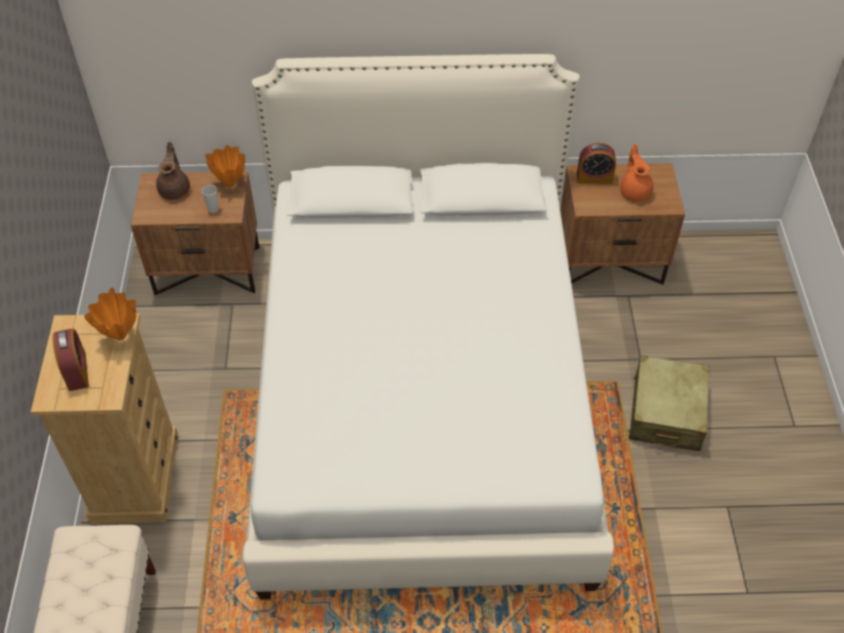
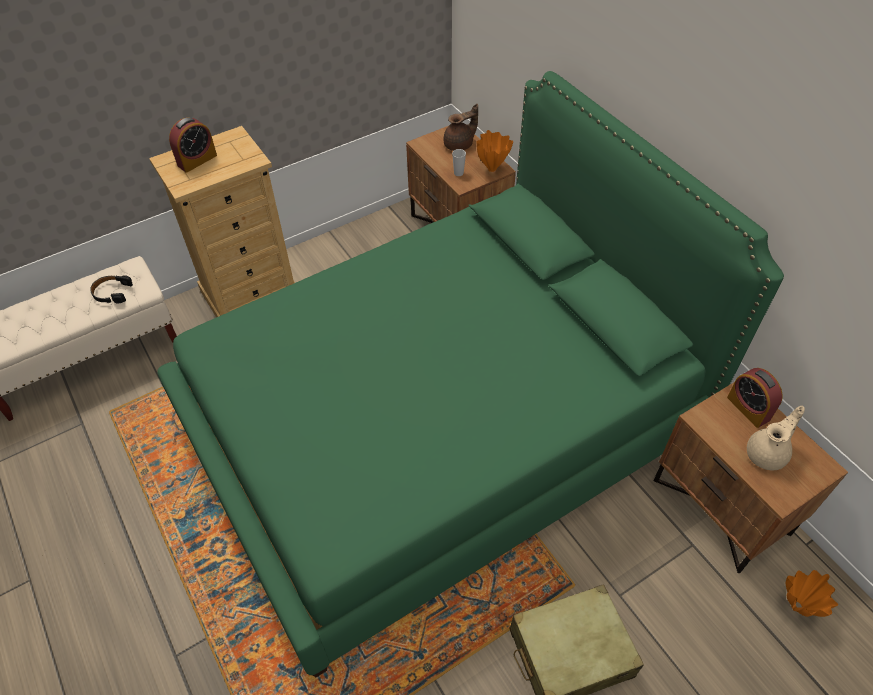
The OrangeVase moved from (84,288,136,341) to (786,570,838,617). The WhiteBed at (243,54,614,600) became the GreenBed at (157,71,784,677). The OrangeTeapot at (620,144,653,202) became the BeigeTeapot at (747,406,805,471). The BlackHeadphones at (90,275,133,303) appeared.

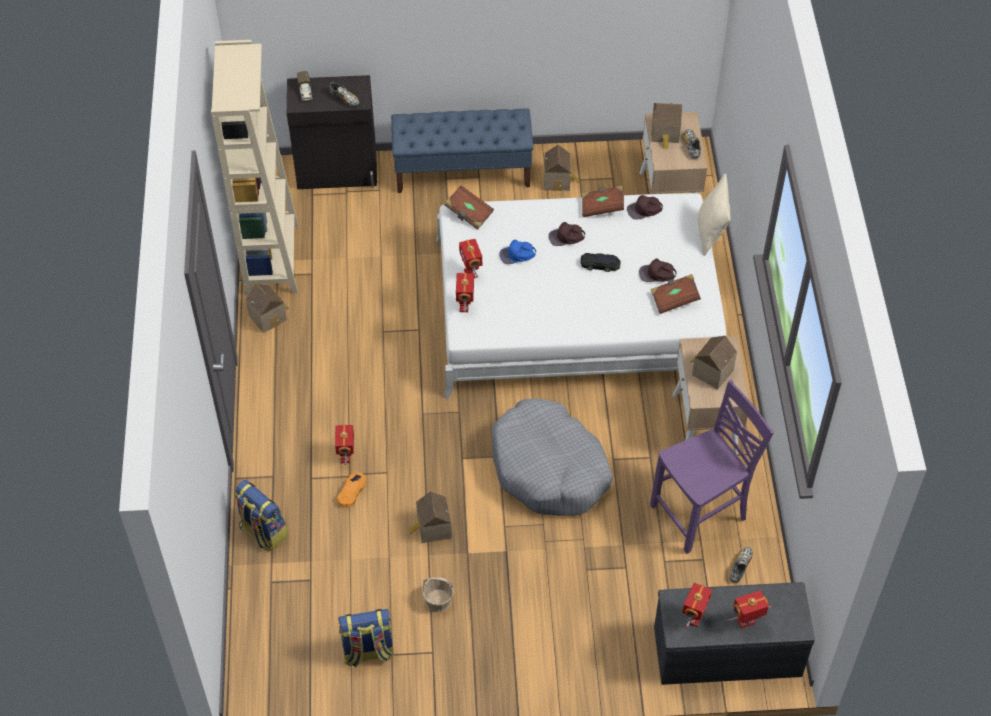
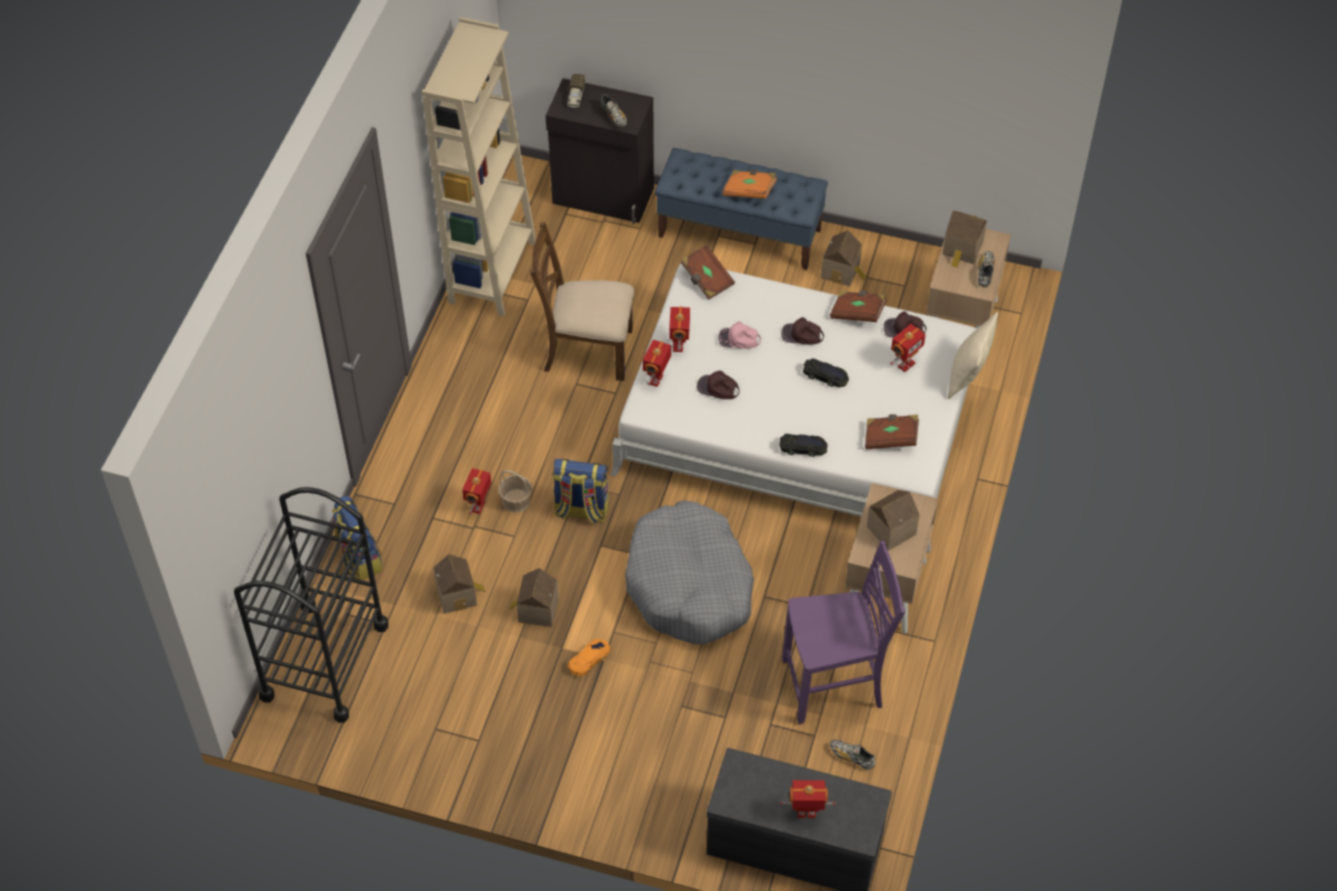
The ToyHouse moved from (246,283,289,333) to (433,554,485,614). The OrangeToyCar moved from (337,472,367,508) to (568,639,610,677). The Backpack moved from (338,609,395,667) to (553,459,609,524). The Basket moved from (422,577,454,612) to (498,470,532,513). The BlueCap at (499,240,536,264) became the PinkCap at (718,321,761,349). The BrownCap moved from (639,259,677,282) to (697,370,739,399). The ToyRobot moved from (682,583,712,628) to (890,324,926,372). The Shoe at (729,547,753,583) turned 105 degrees counterclockwise. The BlackCart at (234,487,388,723) appeared. The BrownChair at (530,222,634,381) appeared. The OrangeBook at (722,170,777,199) appeared. The BlackToyCar at (780,434,828,457) appeared.

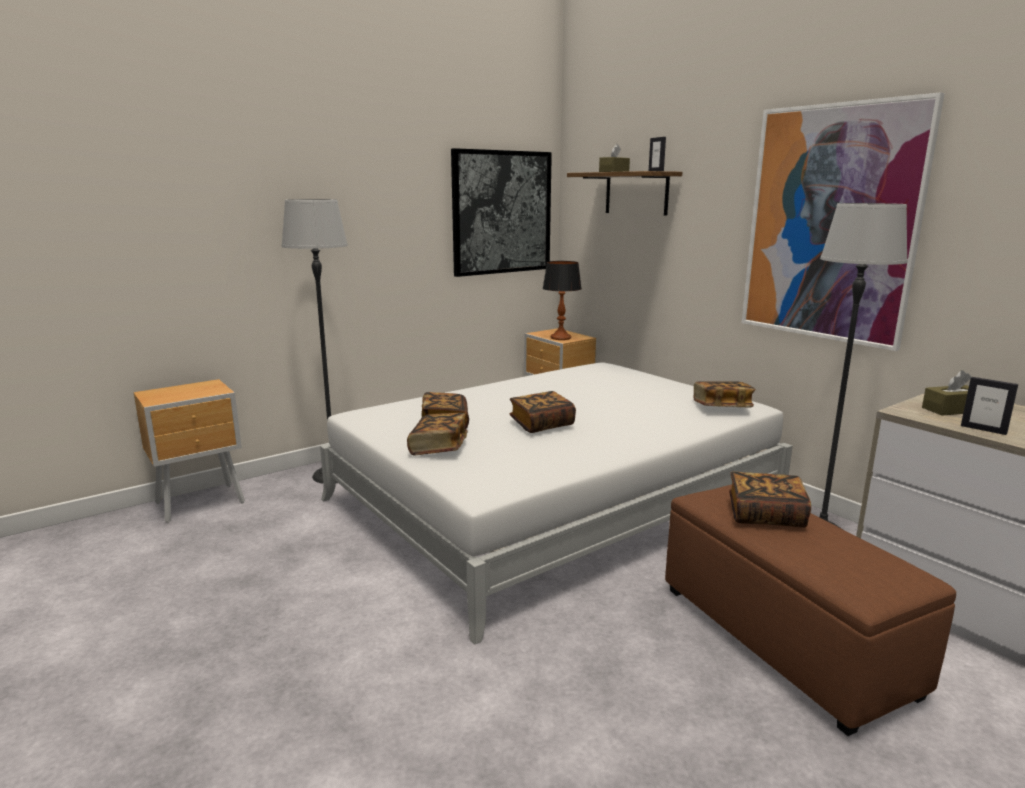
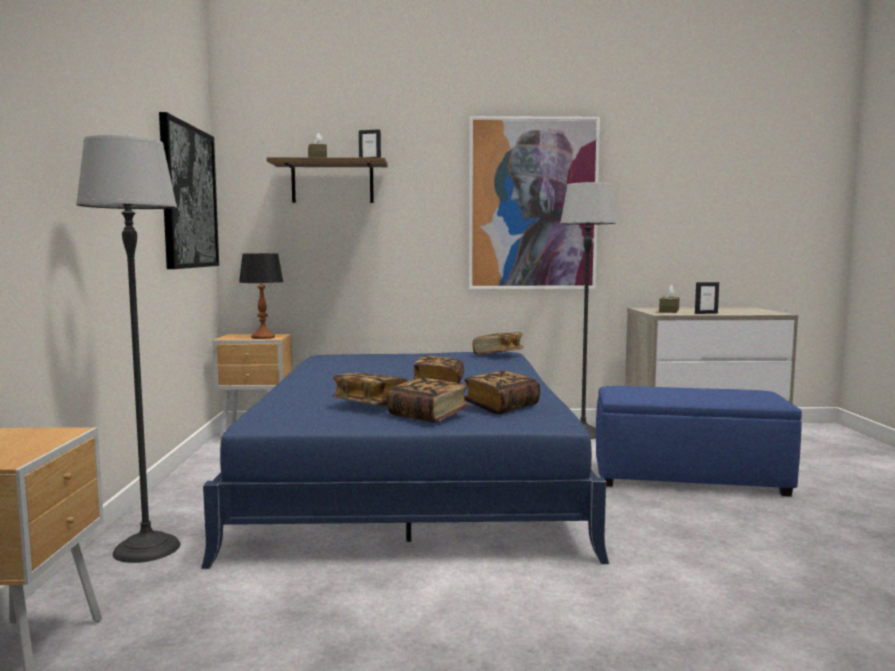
The WhiteBed at (320,362,793,645) became the BlueBed at (201,352,609,569). The BrownOttoman at (665,485,956,736) became the BlueOttoman at (596,386,802,496). The Book moved from (729,472,811,528) to (464,371,540,414).

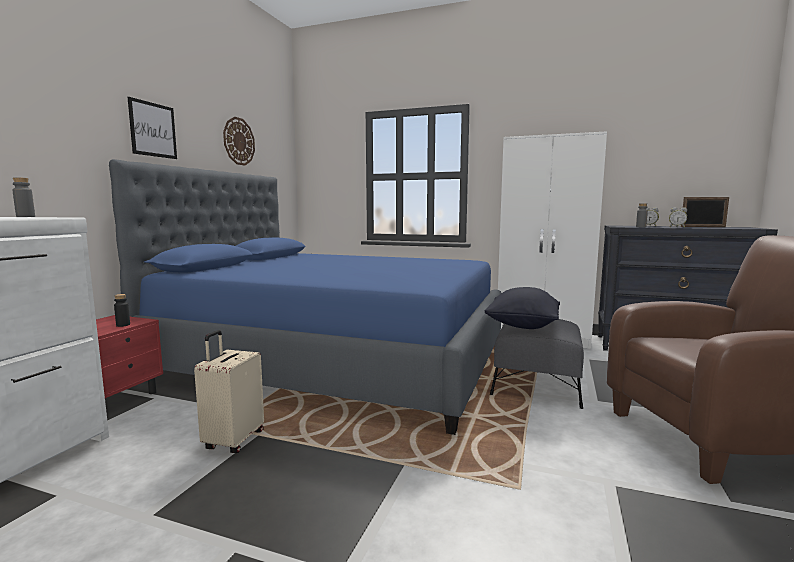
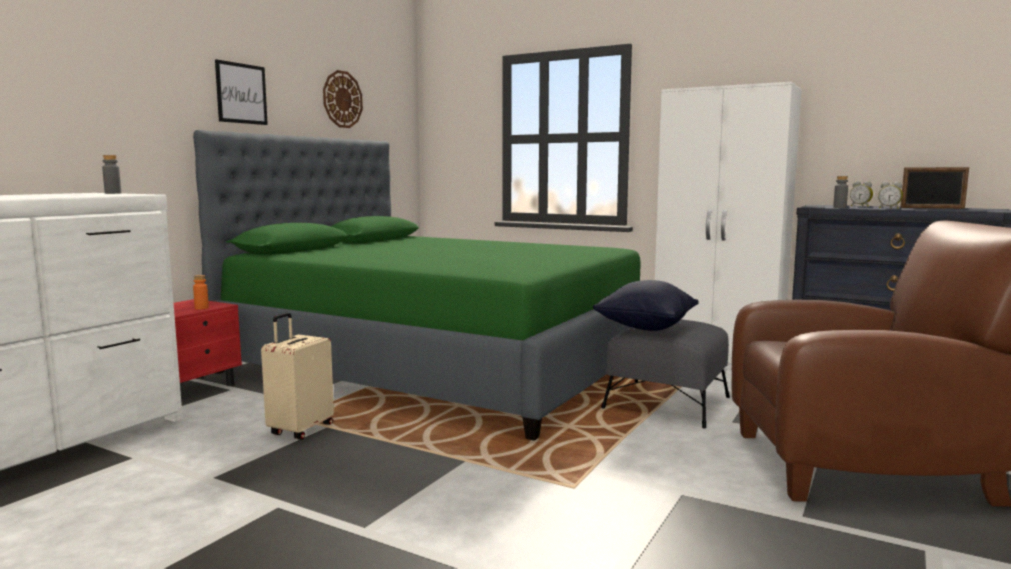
The BlueBed at (109,159,501,435) became the GreenBed at (193,130,641,441). The BlackBottle at (114,294,130,327) became the OrangeBottle at (193,275,209,310).

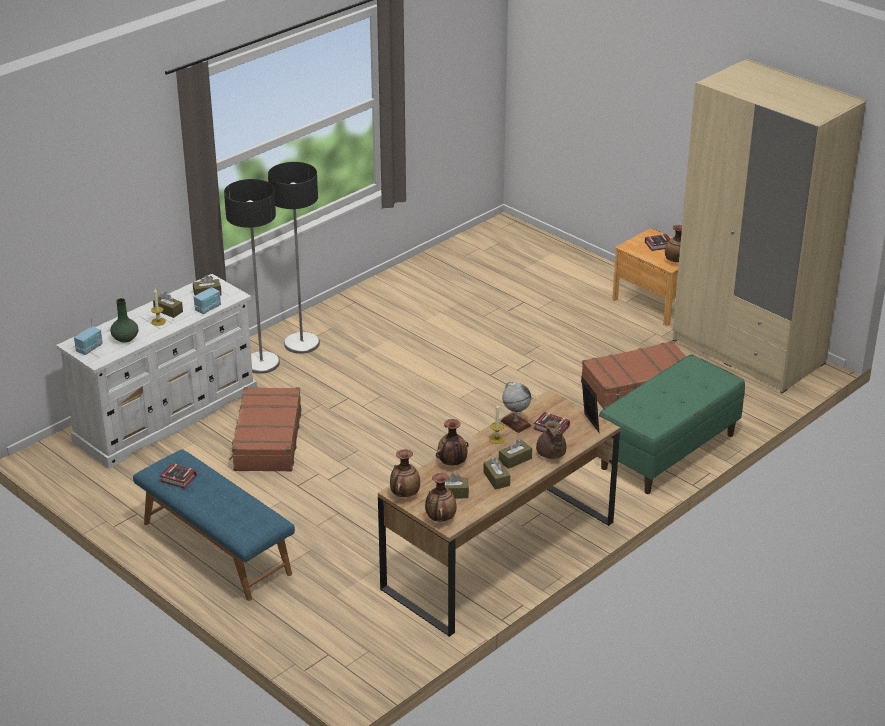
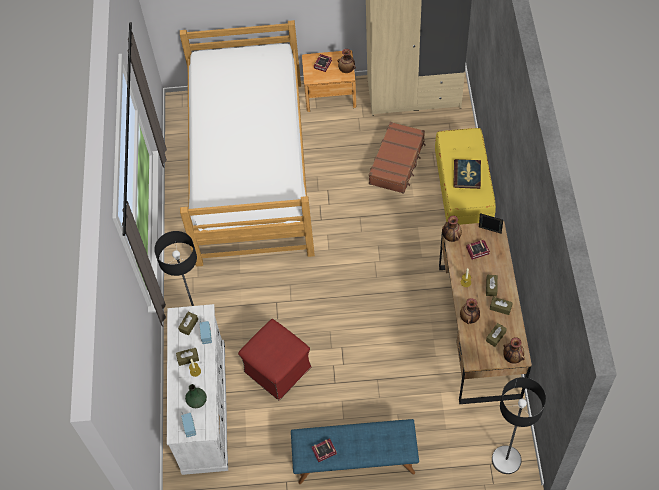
The BrownSuitcase at (229,387,301,472) was replaced by the RedOttoman at (238,319,311,400). The FloorLamp moved from (268,162,320,354) to (492,377,546,474). The Vase moved from (390,450,420,497) to (442,216,462,242). The Globe at (501,381,532,433) disappeared. The BrownTeapot at (536,421,566,459) disappeared. The GreenBench at (599,355,745,494) became the YellowBench at (435,128,496,225). The Bed at (180,20,315,267) appeared. The Book at (453,159,481,189) appeared.

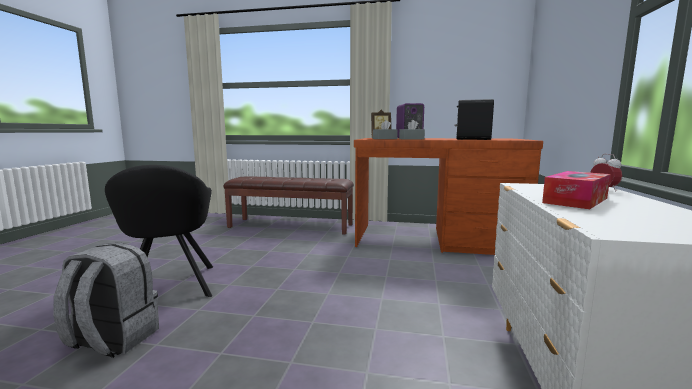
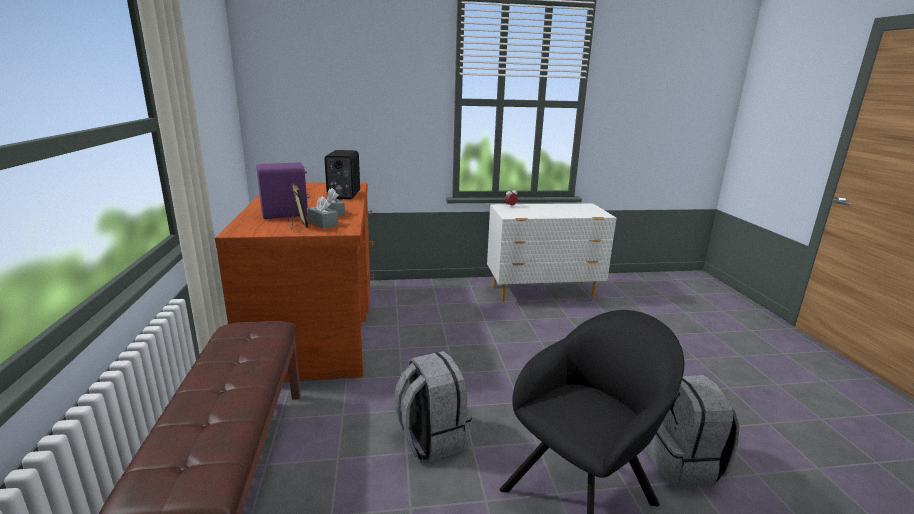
The TissueBox at (542,171,611,209) disappeared. The GreyBackpack at (394,351,472,462) appeared.

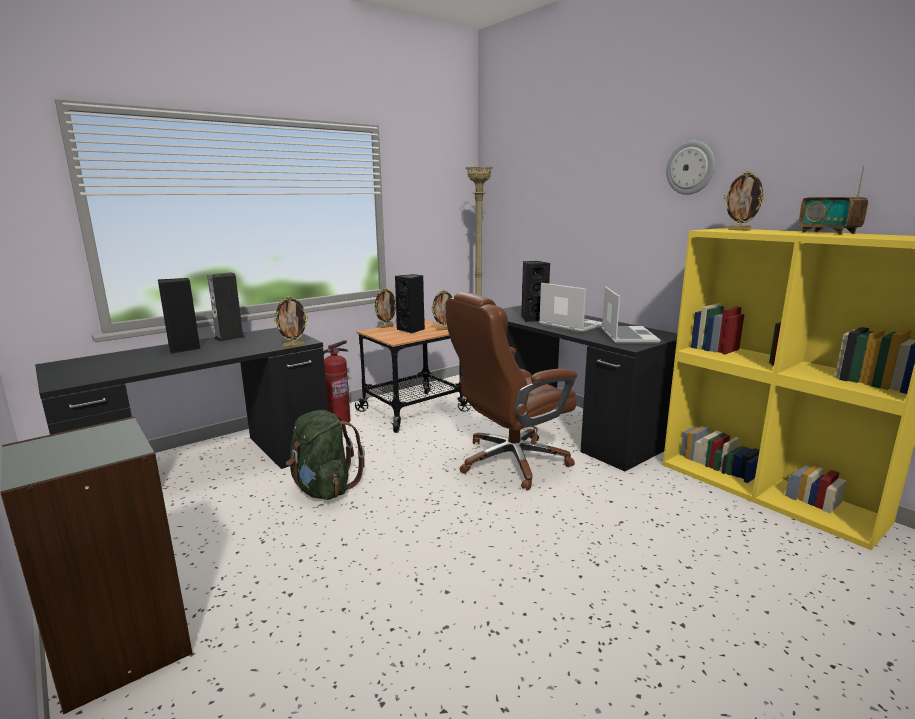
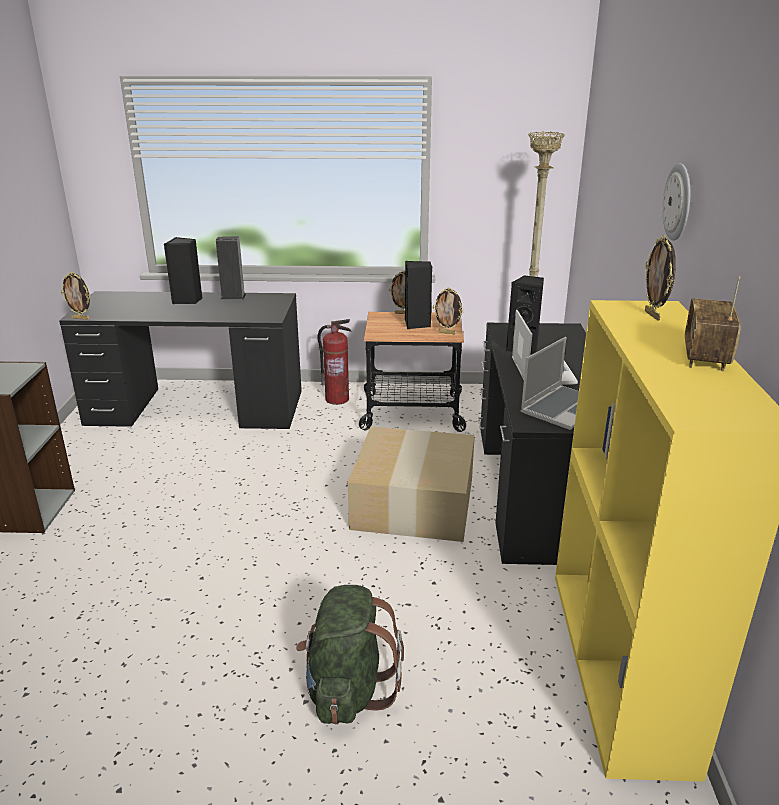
The PictureFrame moved from (274,296,308,347) to (61,272,90,320). The GreenBackpack moved from (286,410,365,500) to (296,585,404,725). The BrownOfficeChair at (445,292,577,490) was replaced by the CardboardBox at (348,427,475,542).

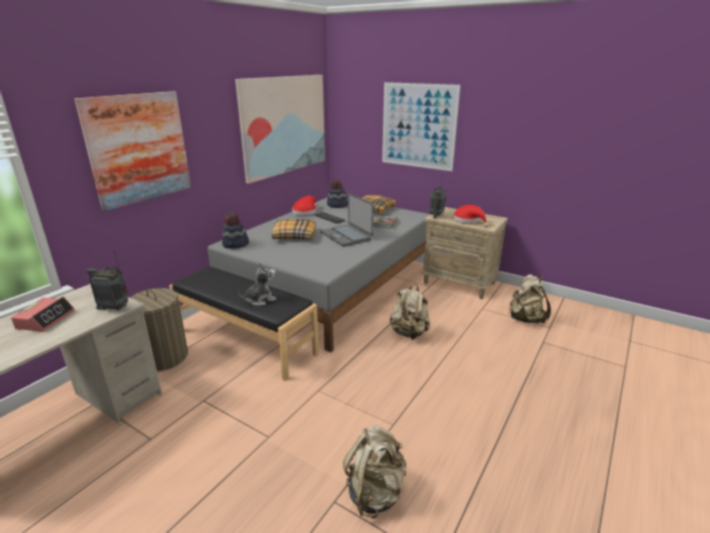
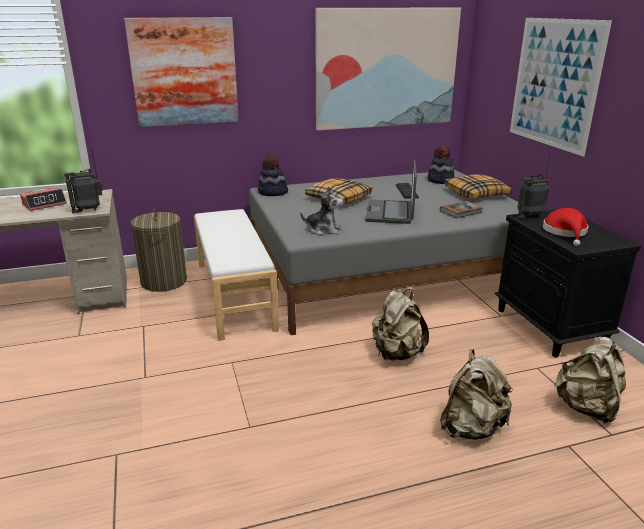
The Radio at (86,249,128,311) turned 75 degrees counterclockwise. The BlackBench at (169,267,319,381) became the WhiteBench at (194,209,279,341). The PlushToy moved from (238,262,277,306) to (300,186,343,235). The RedHat at (292,196,318,215) disappeared. The BeigeBackpack moved from (343,426,406,518) to (440,349,514,440). The BeigeNightstand at (421,207,508,299) became the BlackNightstand at (494,209,641,358).

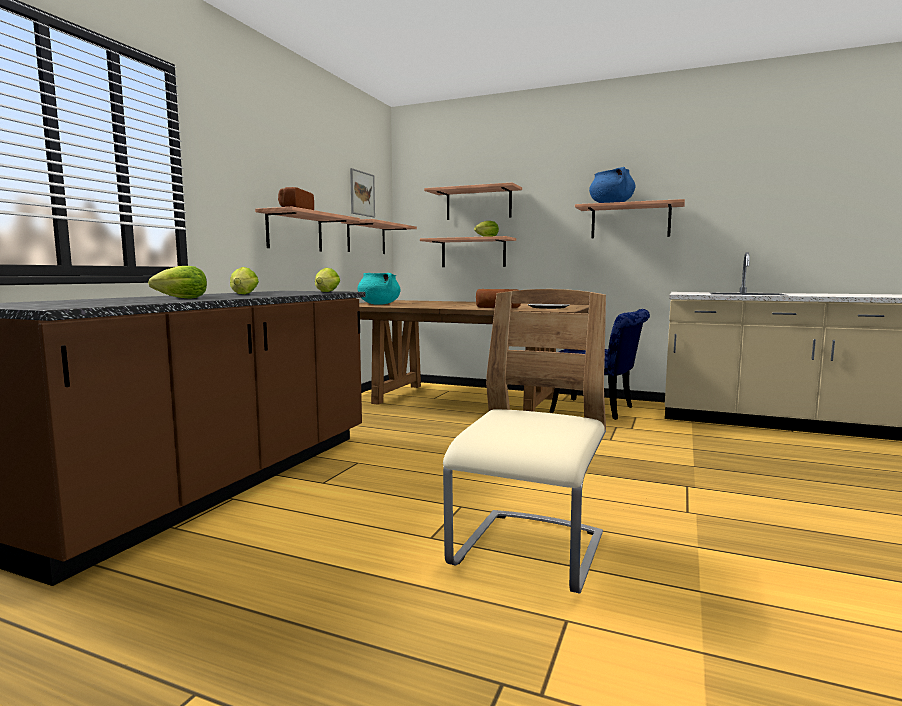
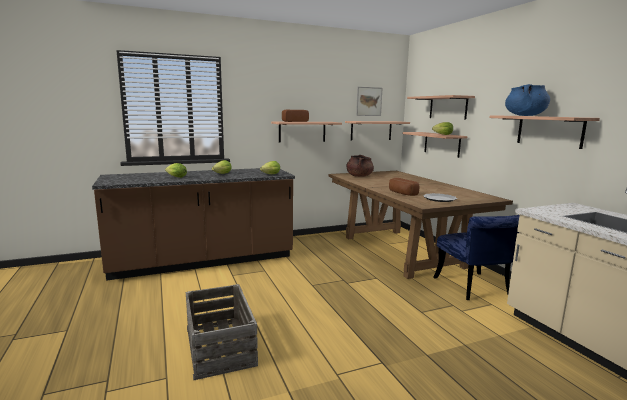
The TurquoiseCookingPot at (358,273,401,305) became the BrownCookingPot at (346,155,374,177). The BeigeChair at (443,289,606,594) was replaced by the Crate at (186,284,258,380).

